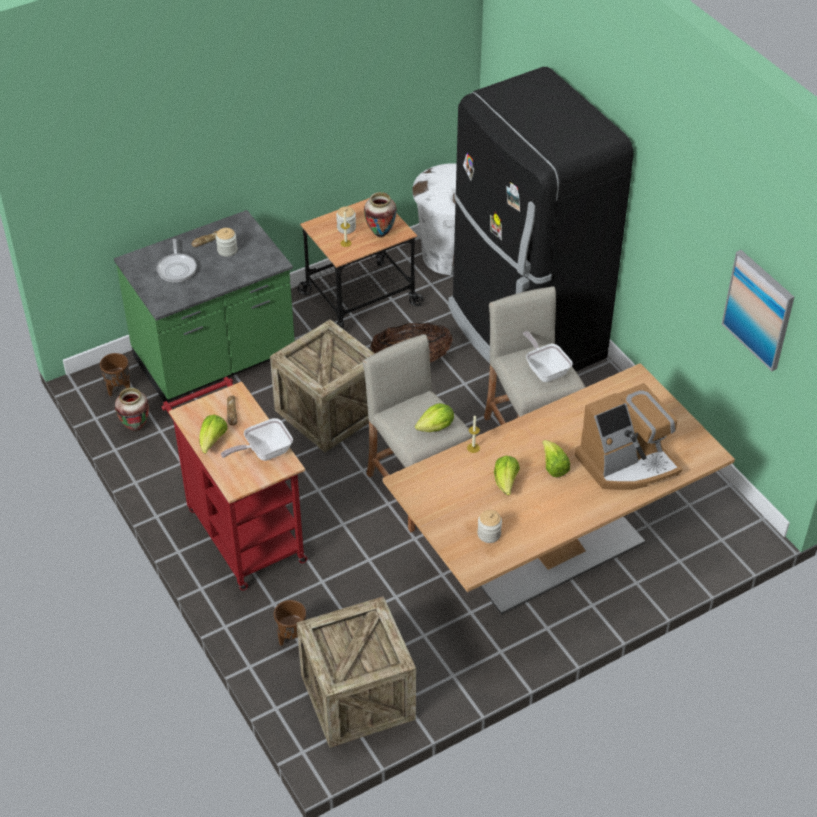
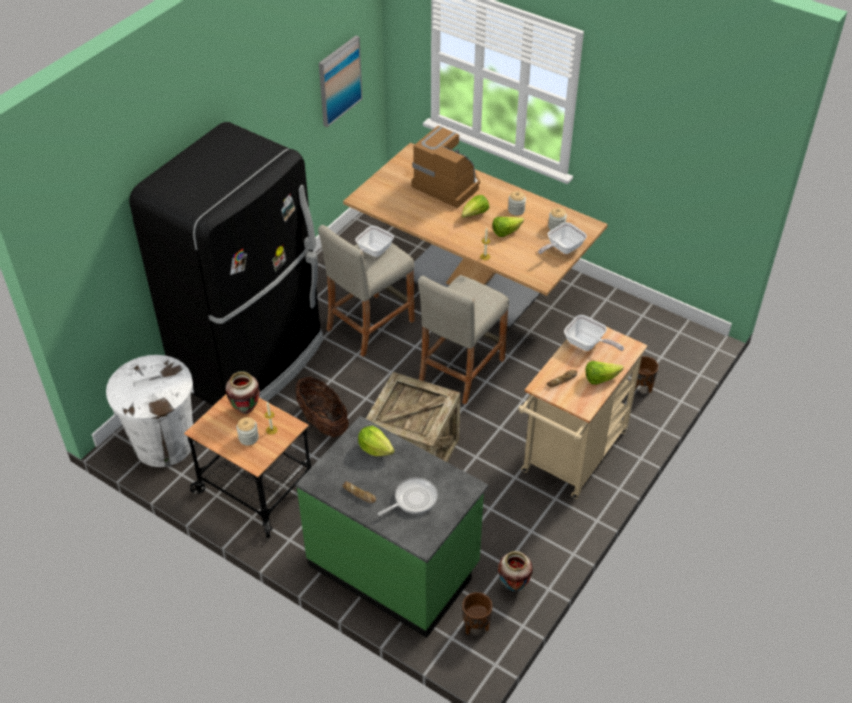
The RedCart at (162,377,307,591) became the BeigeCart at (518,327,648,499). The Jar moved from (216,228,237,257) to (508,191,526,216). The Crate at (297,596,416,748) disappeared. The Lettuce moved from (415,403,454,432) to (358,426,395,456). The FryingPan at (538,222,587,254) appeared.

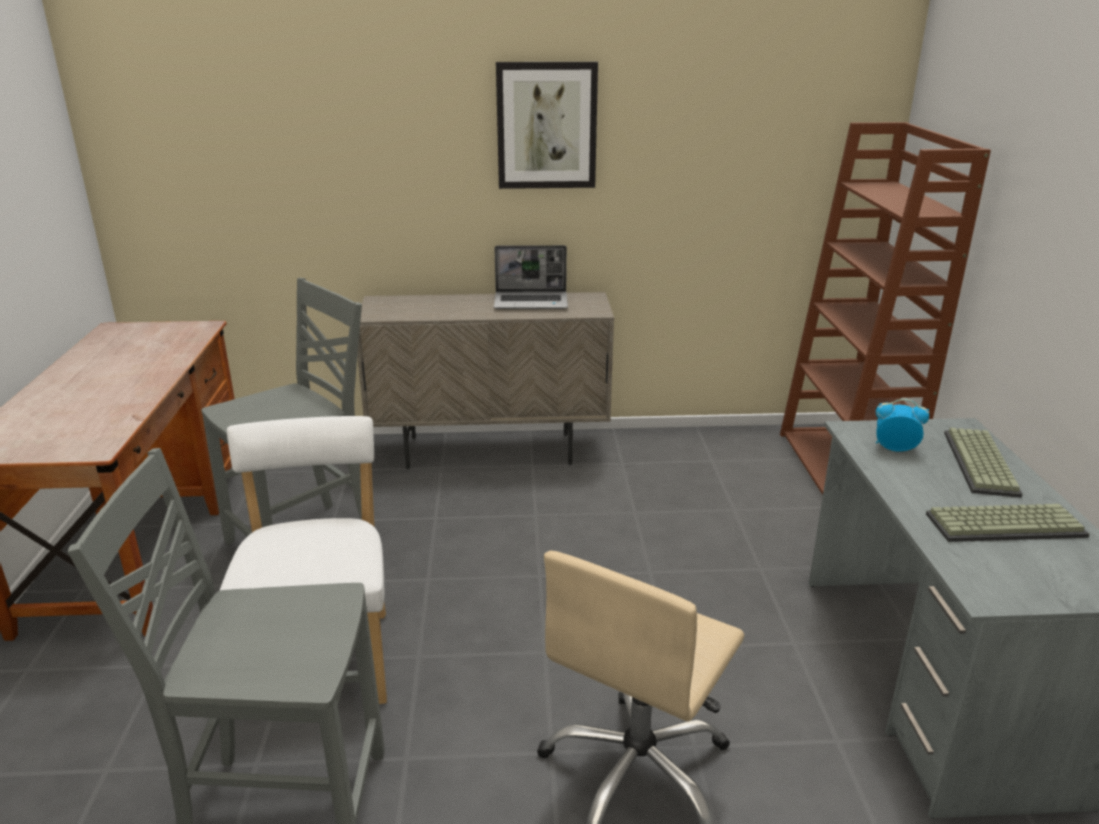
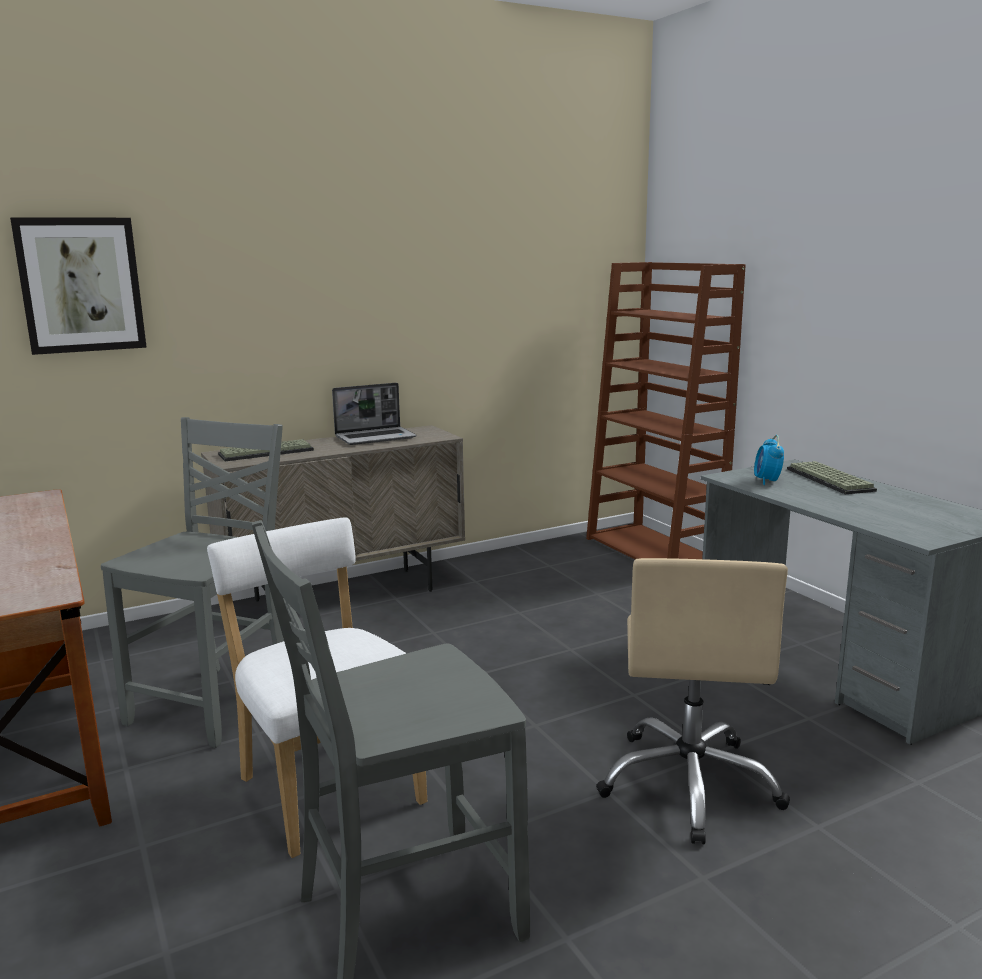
The Picture moved from (496,62,598,189) to (10,218,147,355). The AlarmClock at (876,399,929,452) turned 75 degrees counterclockwise. The Keyboard moved from (926,504,1090,542) to (218,439,314,461).

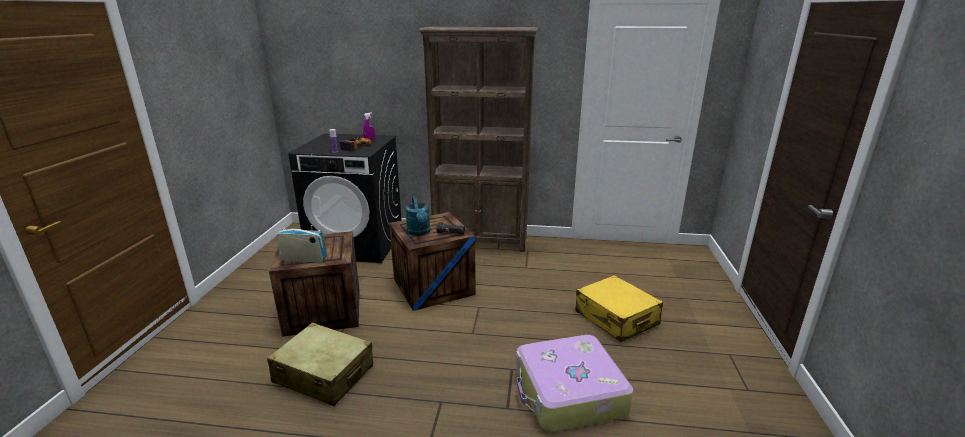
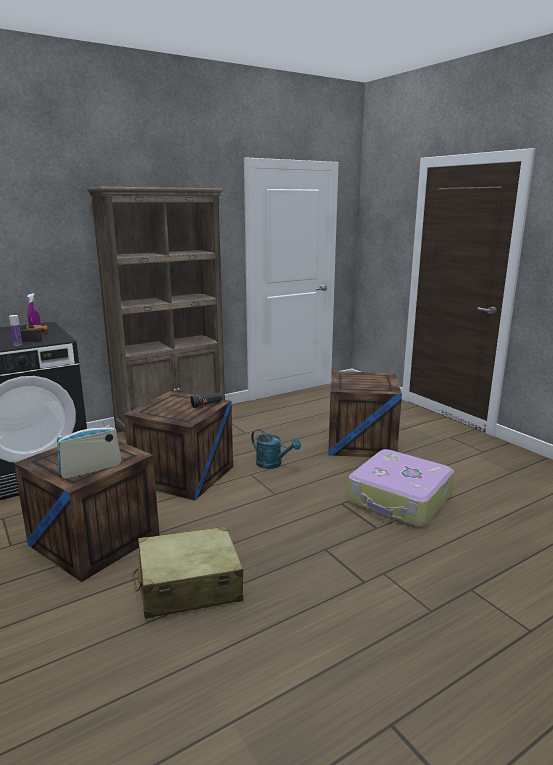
The TurquoiseWateringCan moved from (405,196,431,236) to (251,429,301,469). The YellowSuitcase at (575,275,663,342) was replaced by the Crate at (328,371,402,457).

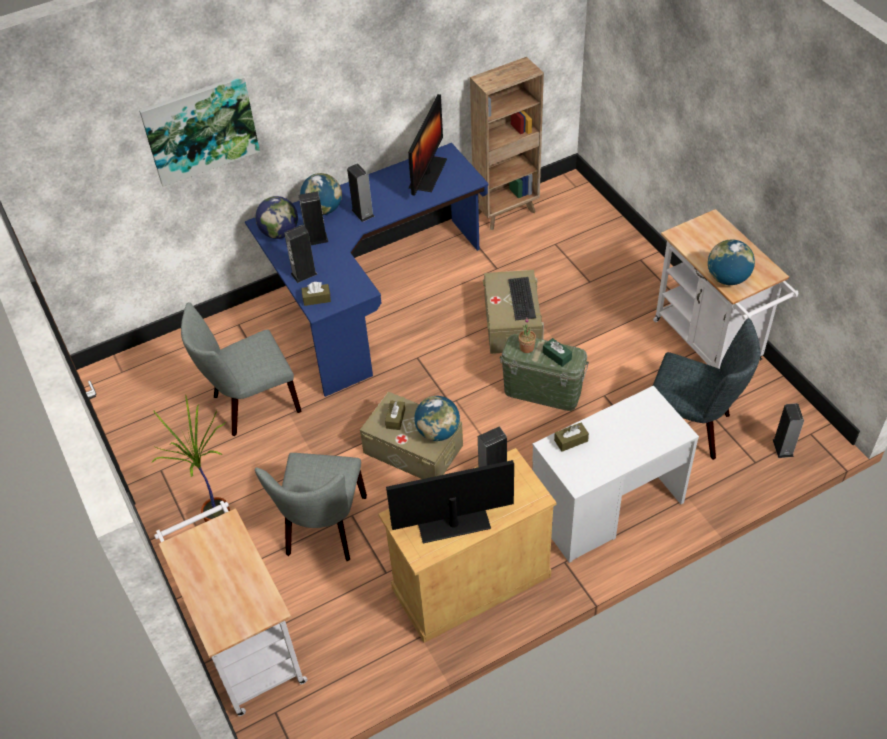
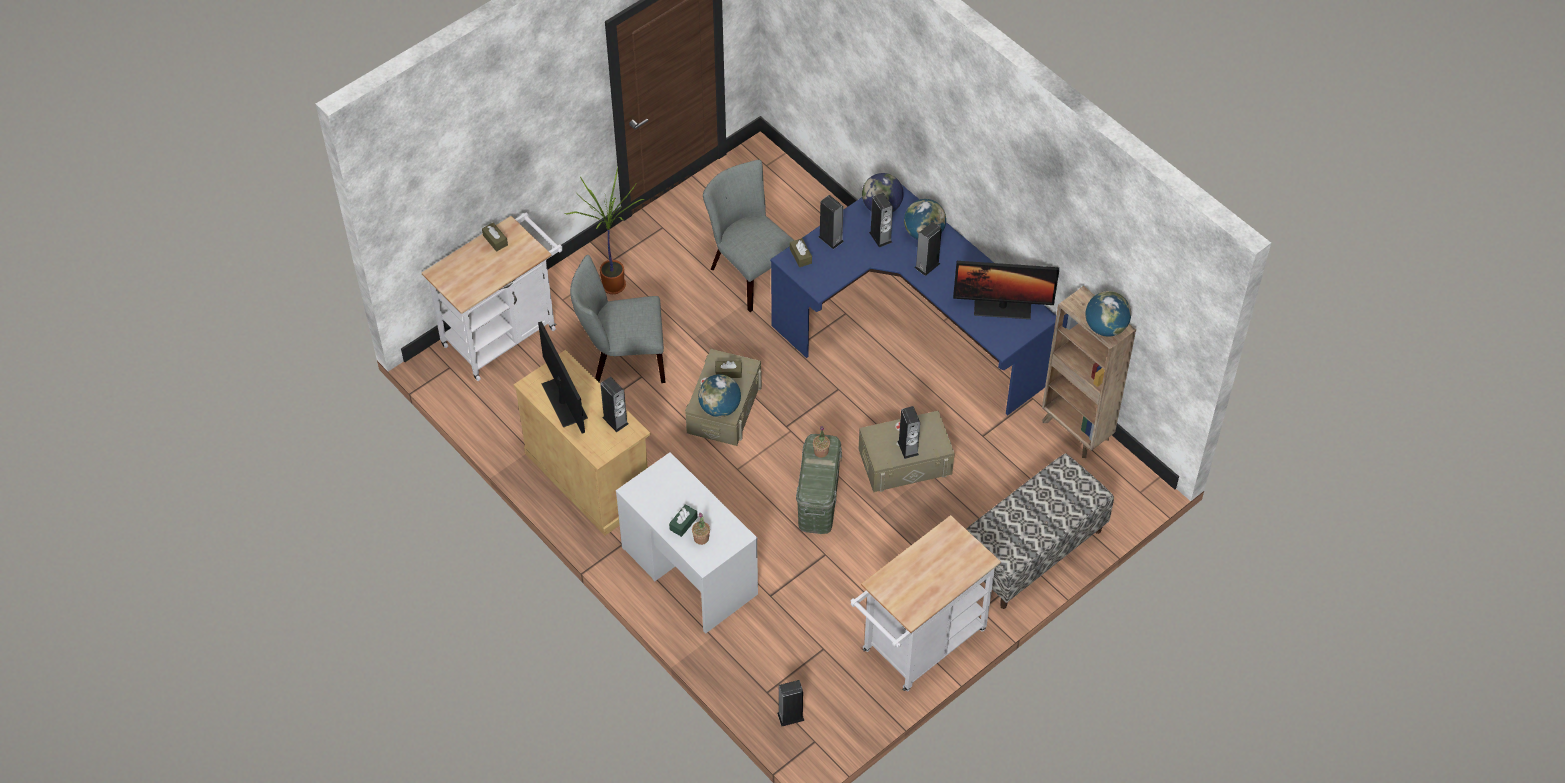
The Picture at (139,75,260,187) disappeared. The Keyboard at (508,277,536,321) was replaced by the Speaker at (897,406,920,459). The GreenTissueBox moved from (543,338,572,367) to (669,504,697,537). The BrownTissueBox moved from (554,423,589,452) to (482,222,508,251). The GreyChair at (653,318,760,460) disappeared. The Globe moved from (708,239,755,285) to (1086,291,1131,337). The PottedPlant at (692,513,710,545) appeared. The Bench at (966,454,1114,609) appeared.

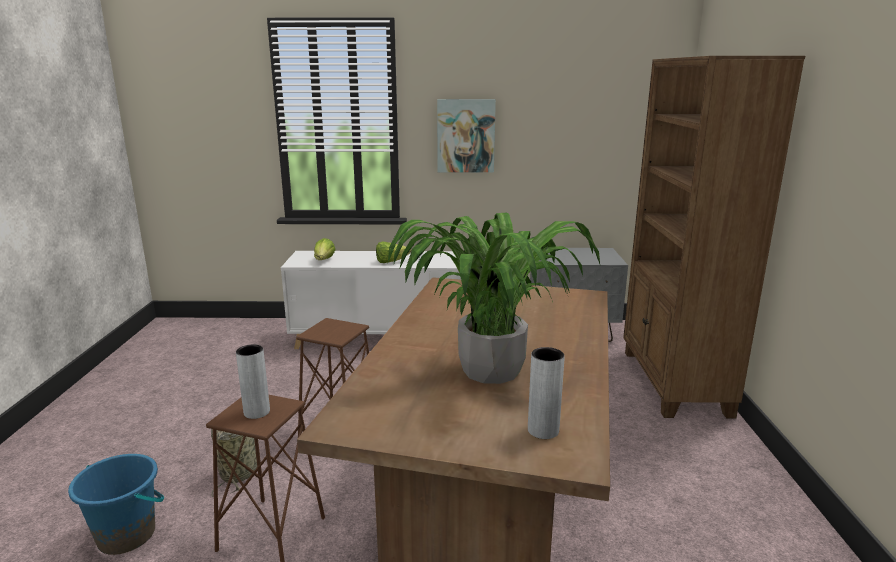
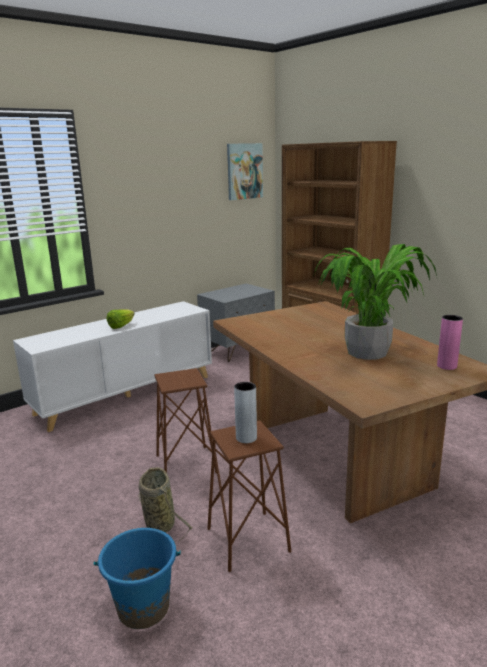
The Lettuce at (314,238,336,260) disappeared. The Picture moved from (437,99,496,173) to (227,143,263,200). The GreyVase at (528,347,565,439) became the PinkVase at (437,315,463,370).

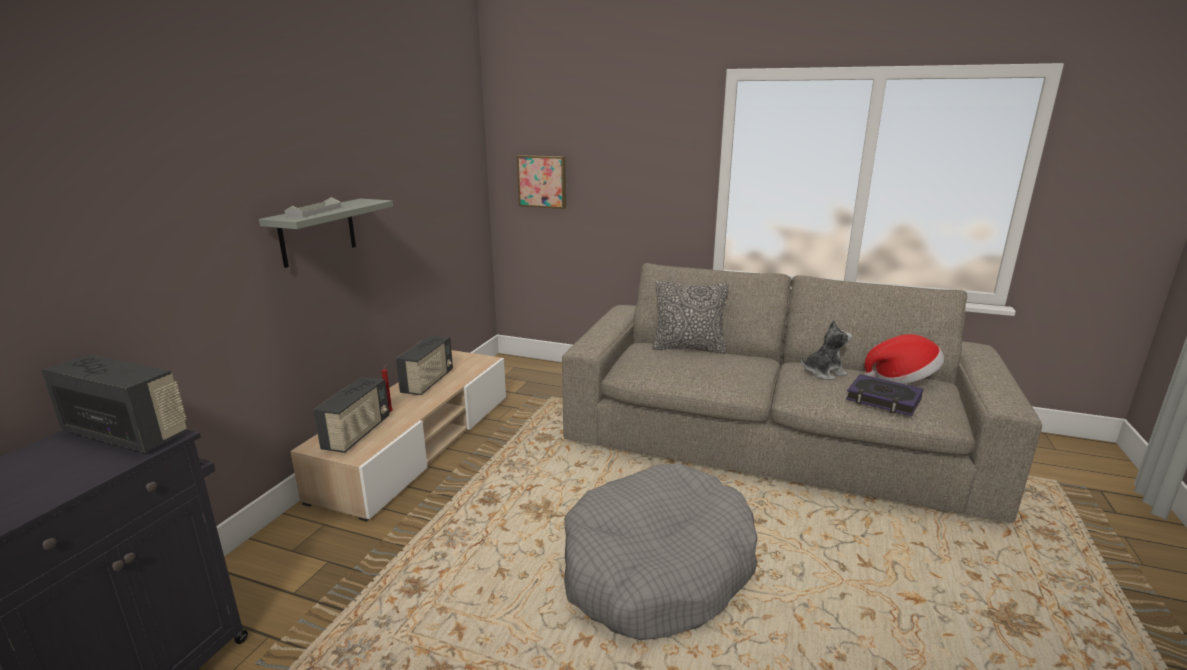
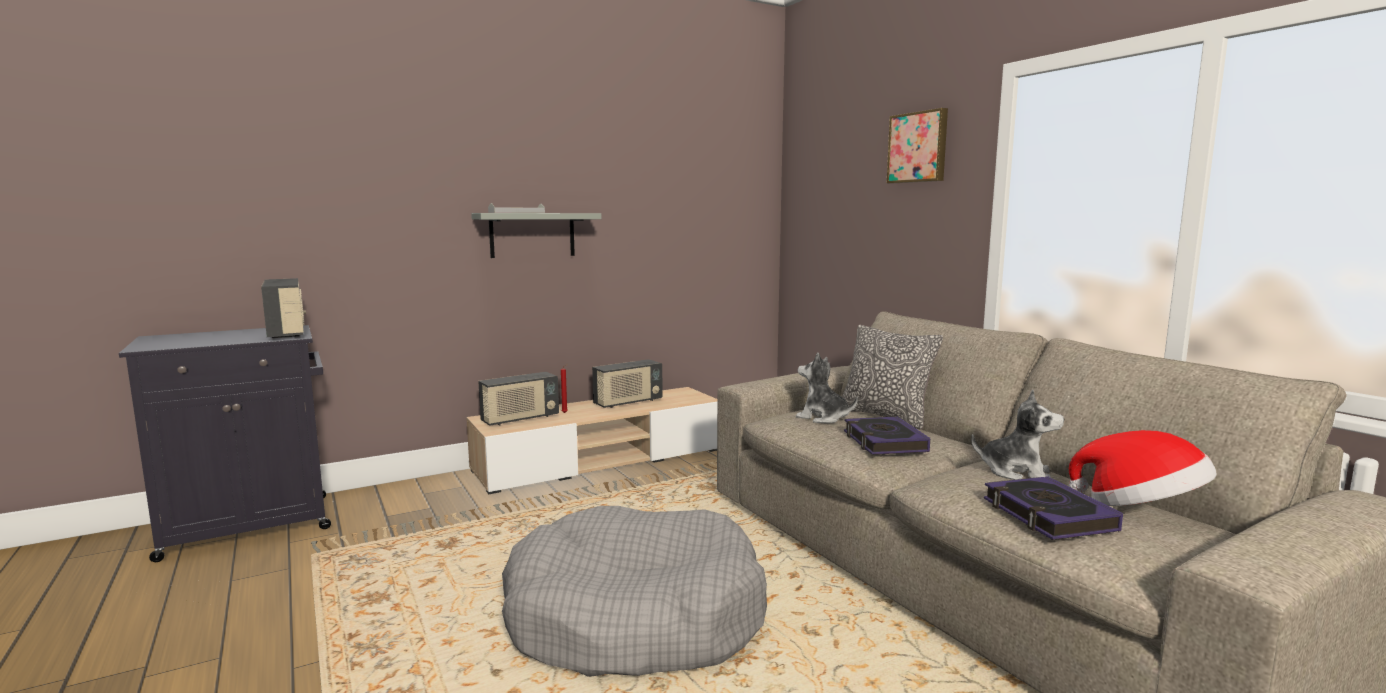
The Picture moved from (517,155,566,209) to (886,108,948,183). The PlushToy at (796,352,858,424) appeared. The Book at (844,417,930,455) appeared.

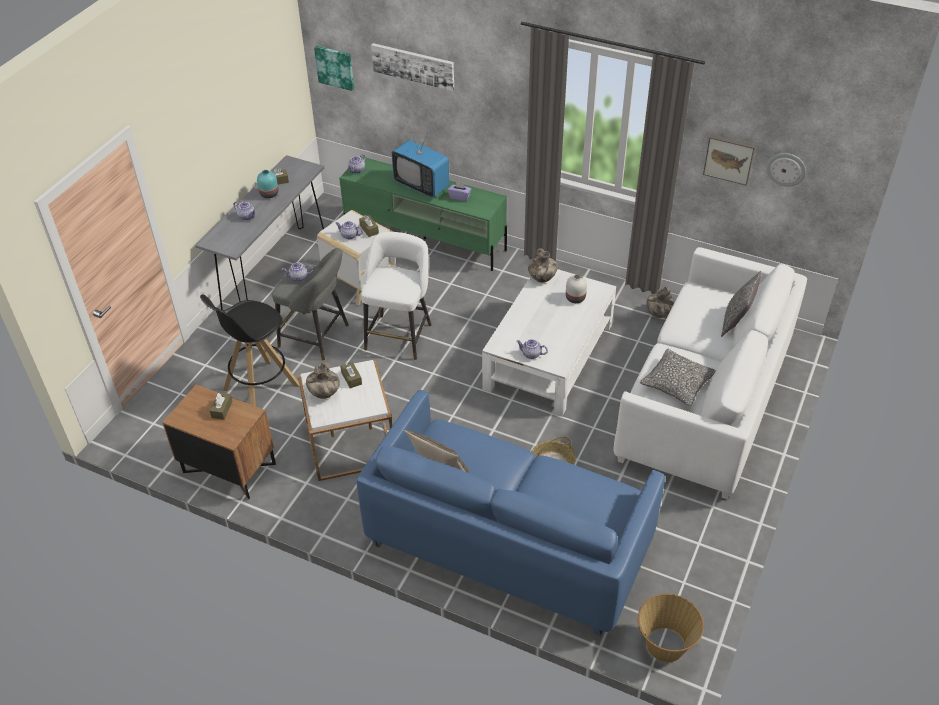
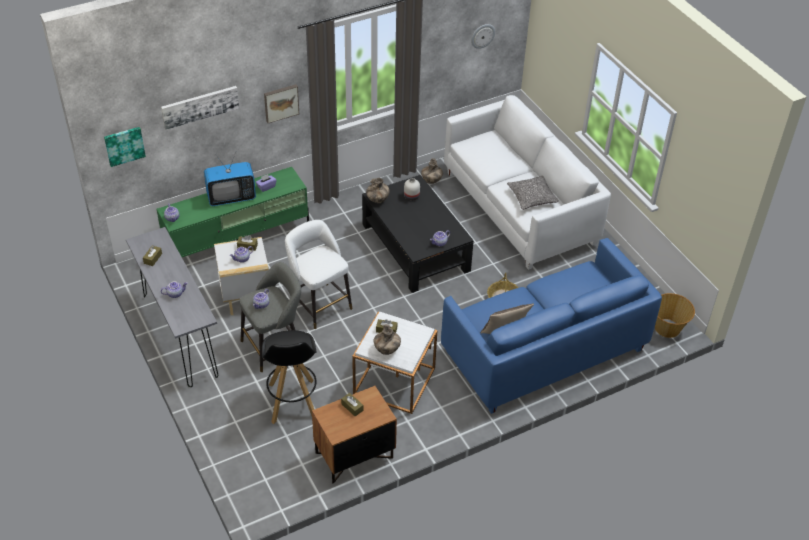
The TurquoiseVase at (257,170,278,198) disappeared. The WhiteCoffeeTable at (482,269,616,416) became the BlackCoffeeTable at (362,175,474,293). The Picture moved from (703,135,756,185) to (264,84,299,123). The Pillow at (721,271,761,337) disappeared.

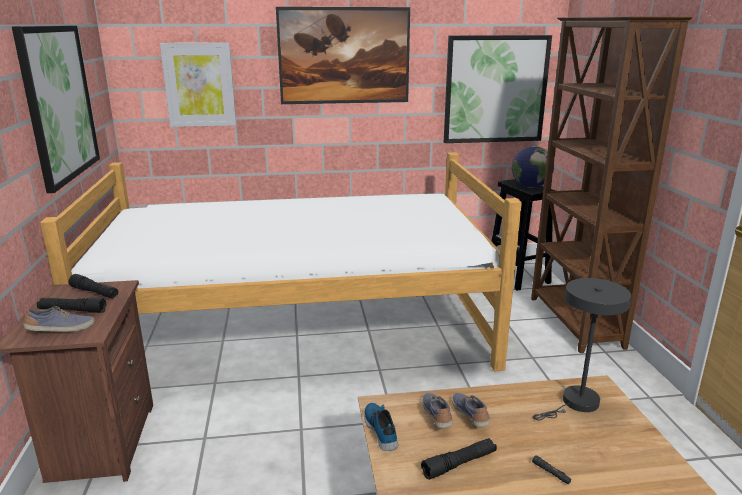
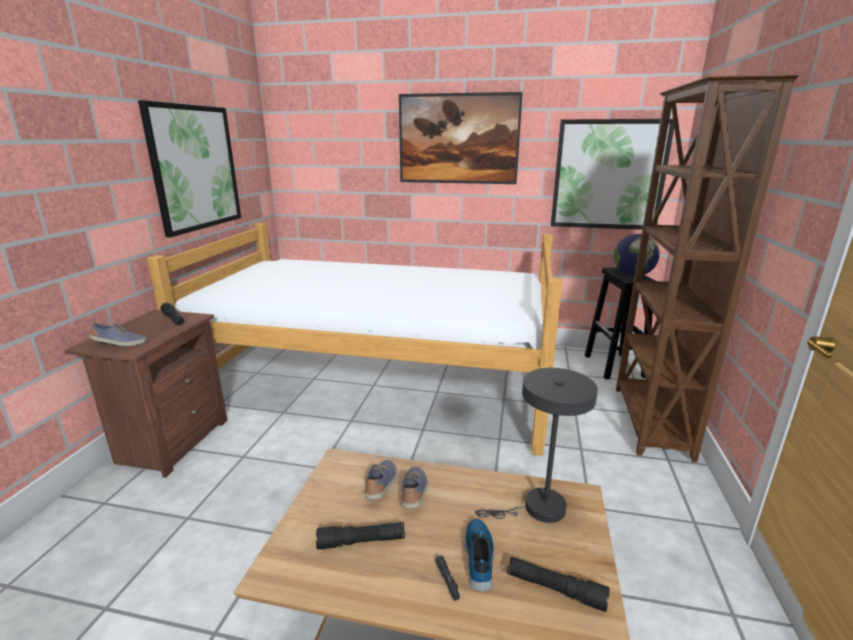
The BlackFlashlight moved from (37,298,107,313) to (507,557,610,612). The Picture at (160,43,236,127) disappeared. The Shoe moved from (364,403,398,451) to (464,519,495,592).

